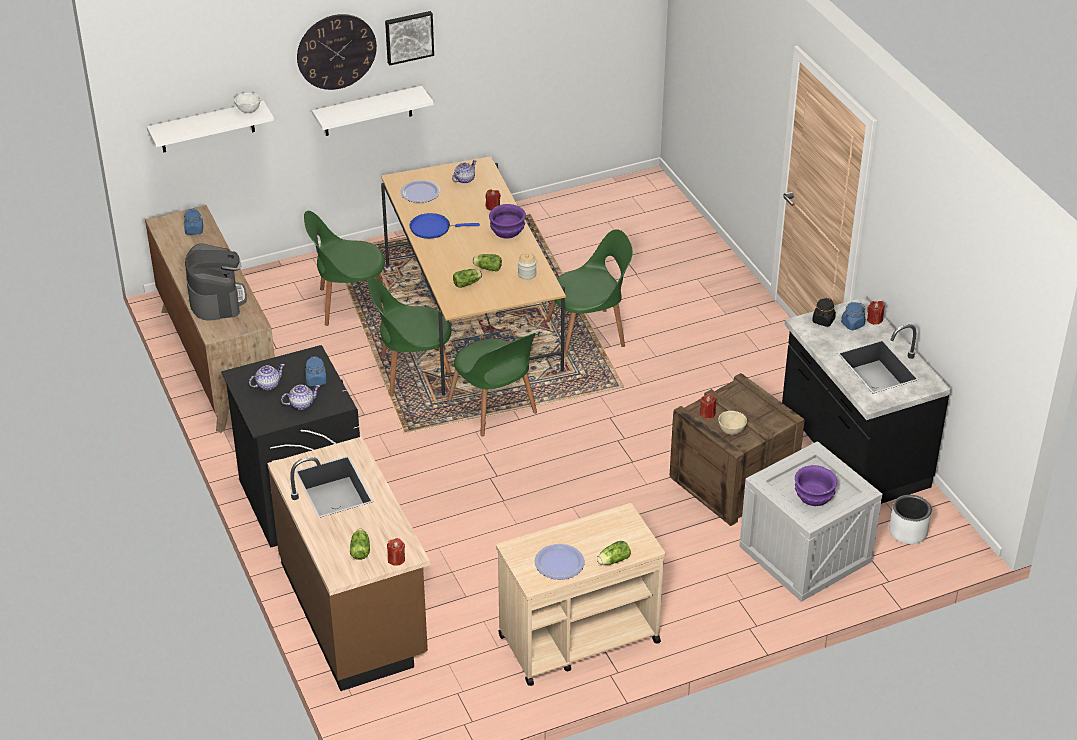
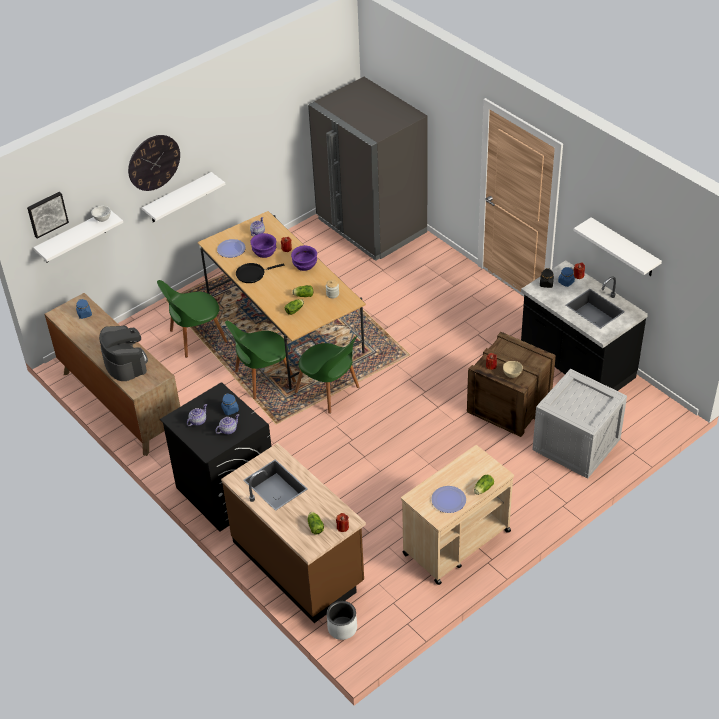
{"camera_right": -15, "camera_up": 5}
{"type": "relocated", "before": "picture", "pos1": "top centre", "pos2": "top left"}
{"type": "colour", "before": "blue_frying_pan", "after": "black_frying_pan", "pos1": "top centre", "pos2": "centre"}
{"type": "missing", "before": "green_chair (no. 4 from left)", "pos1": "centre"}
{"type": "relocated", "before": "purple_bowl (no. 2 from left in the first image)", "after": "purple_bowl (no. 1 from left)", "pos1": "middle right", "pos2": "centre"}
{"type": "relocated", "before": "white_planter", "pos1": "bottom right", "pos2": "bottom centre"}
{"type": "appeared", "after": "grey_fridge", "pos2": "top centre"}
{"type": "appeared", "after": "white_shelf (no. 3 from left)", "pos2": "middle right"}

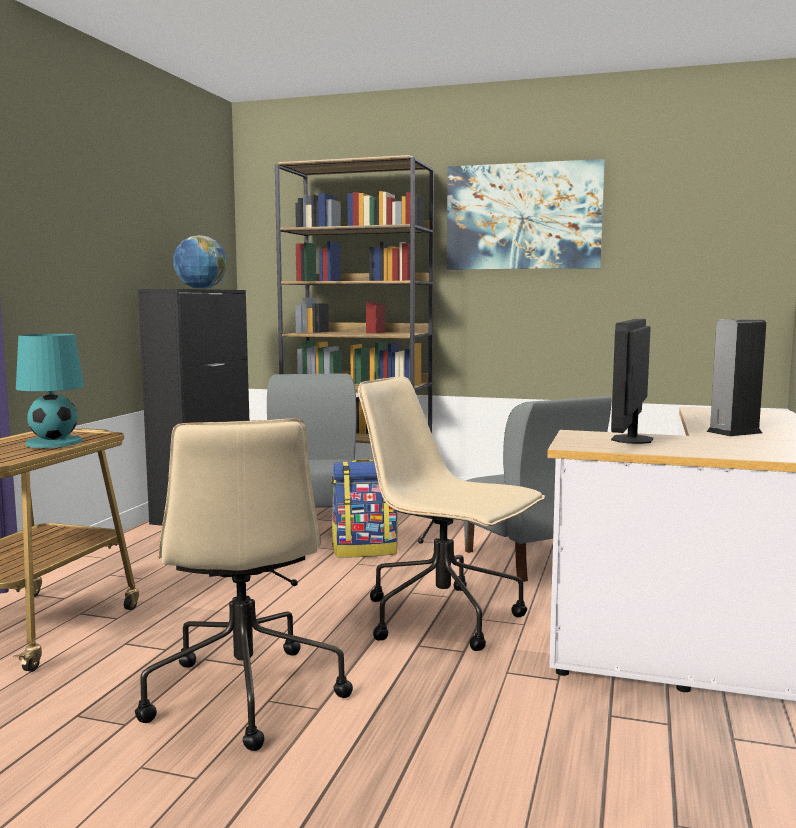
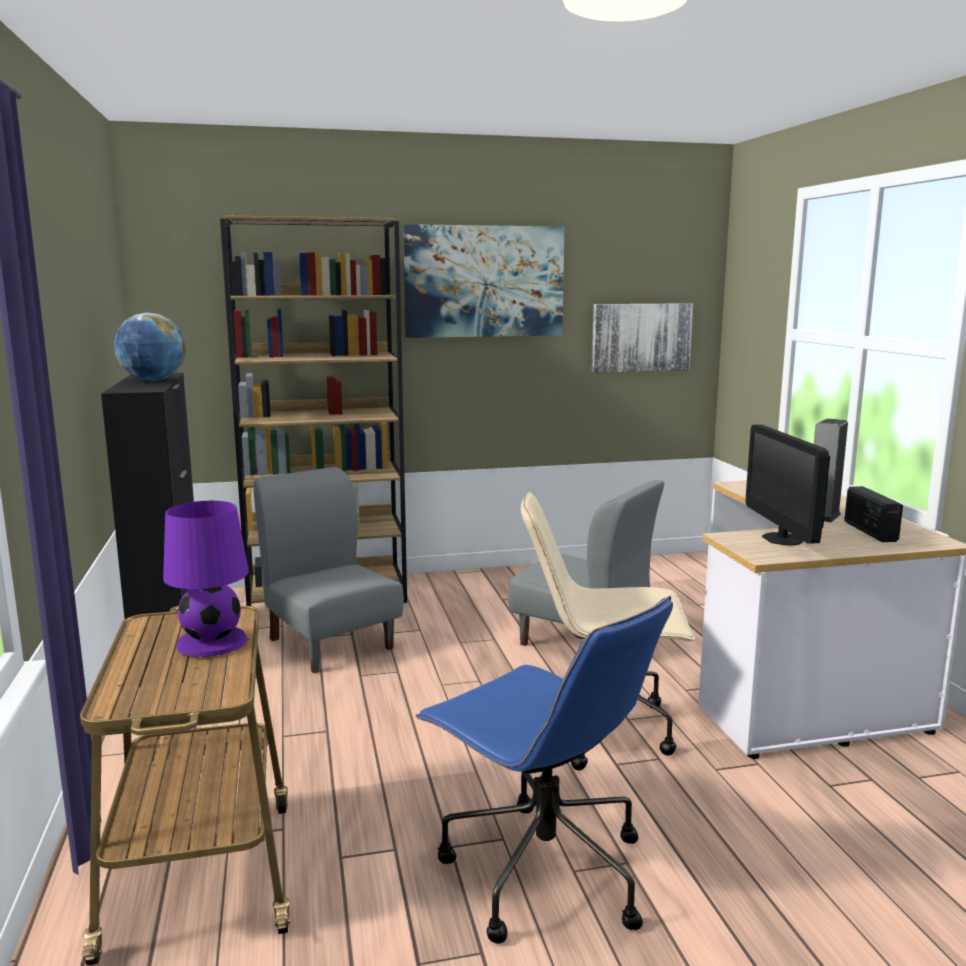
{"camera_right": -30, "camera_up": 5}
{"type": "colour", "before": "turquoise_table_lamp", "after": "purple_table_lamp", "pos1": "middle left", "pos2": "middle left"}
{"type": "colour", "before": "beige_office_chair (no. 1 from left)", "after": "blue_office_chair", "pos1": "bottom left", "pos2": "bottom centre"}
{"type": "missing", "before": "backpack", "pos1": "centre"}
{"type": "appeared", "after": "picture (no. 2 from left)", "pos2": "centre"}
{"type": "appeared", "after": "radio", "pos2": "middle right"}

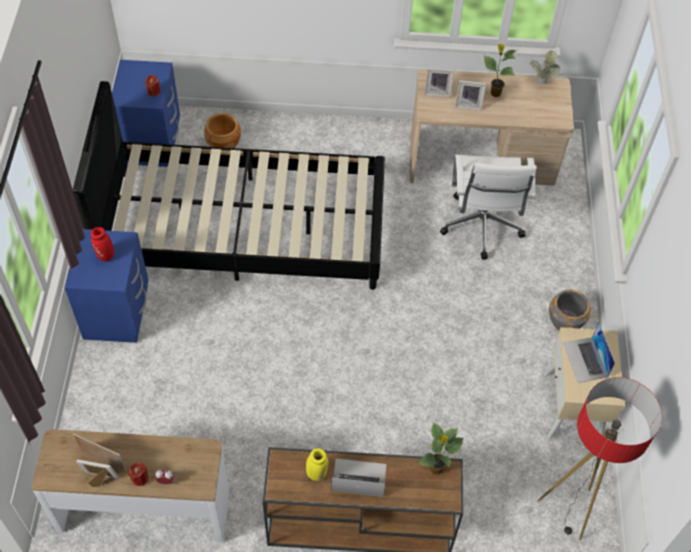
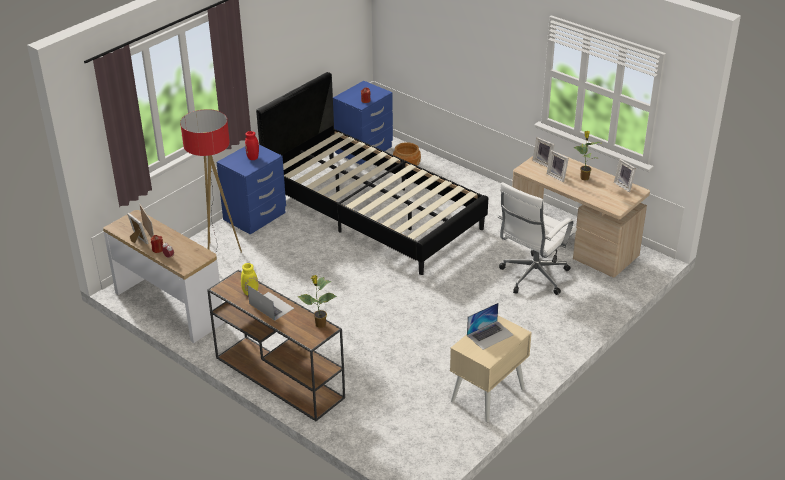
{"camera_right": 40, "camera_up": -20}
{"type": "exchanged", "before": "potted_plant (no. 3 from left)", "after": "picture_frame (no. 5 from left)", "pos1": "top right", "pos2": "middle right"}
{"type": "relocated", "before": "floor_lamp", "pos1": "bottom right", "pos2": "middle left"}
{"type": "missing", "before": "grey_planter", "pos1": "middle right"}
{"type": "spun", "before": "laptop (no. 2 from left)", "pos1": "middle right", "pos2": "bottom centre", "turn": -150}

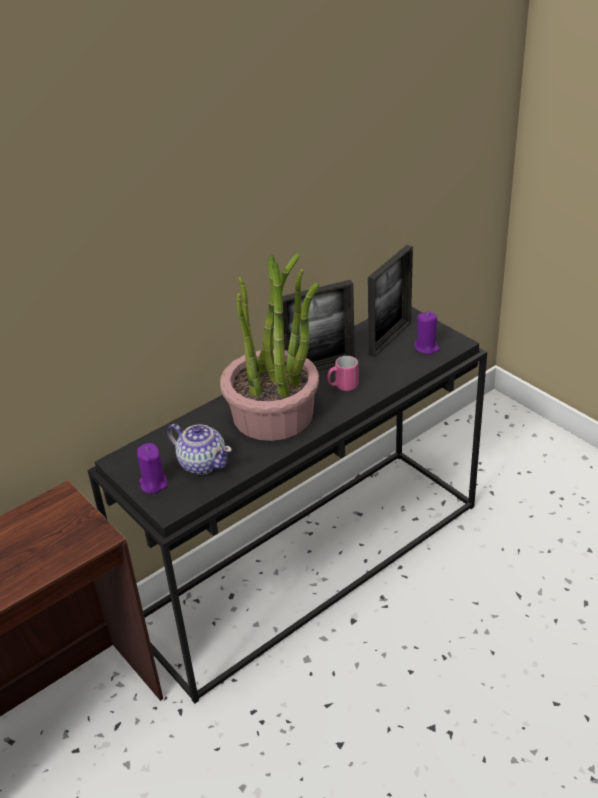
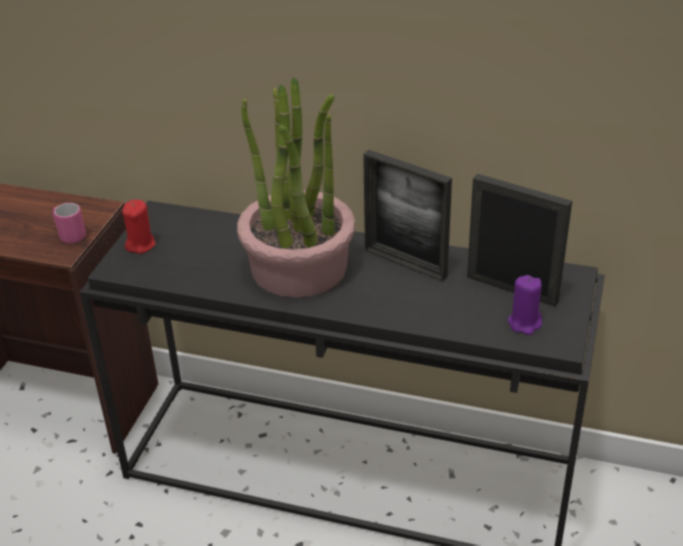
{"camera_right": 55, "camera_up": 0}
{"type": "colour", "before": "purple_candle (no. 1 from left)", "after": "red_candle", "pos1": "middle left", "pos2": "middle left"}
{"type": "missing", "before": "teapot", "pos1": "middle left"}
{"type": "relocated", "before": "pink_mug", "pos1": "centre", "pos2": "middle left"}
{"type": "spun", "before": "picture_frame (no. 2 from left)", "pos1": "centre", "pos2": "middle right", "turn": -150}

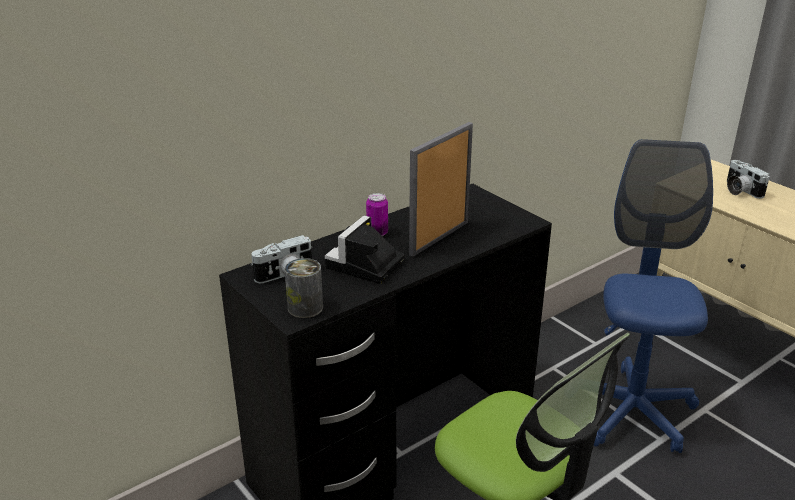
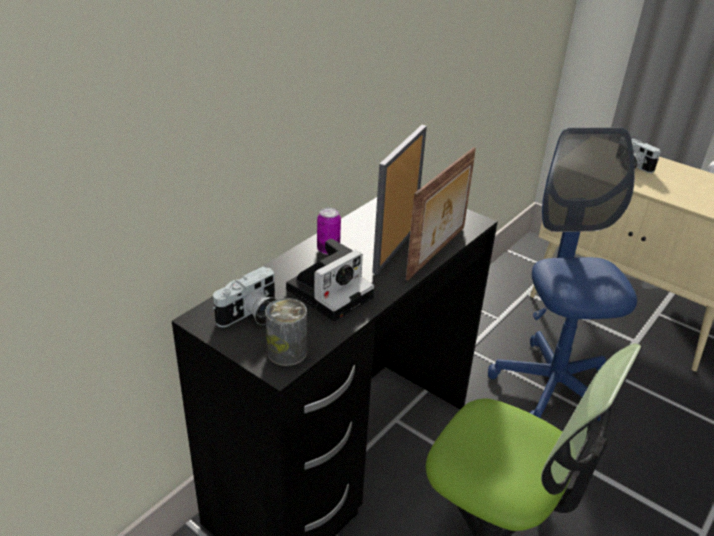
{"camera_right": -15, "camera_up": 5}
{"type": "spun", "before": "photo_camera (no. 2 from left)", "pos1": "centre", "pos2": "centre", "turn": -150}
{"type": "appeared", "after": "picture_frame (no. 2 from left)", "pos2": "centre"}

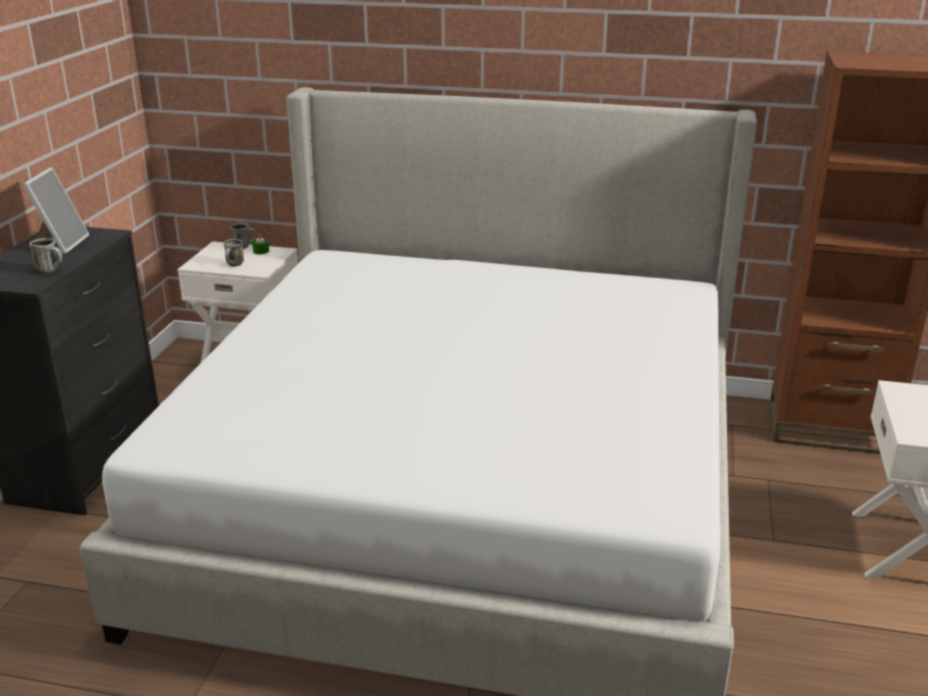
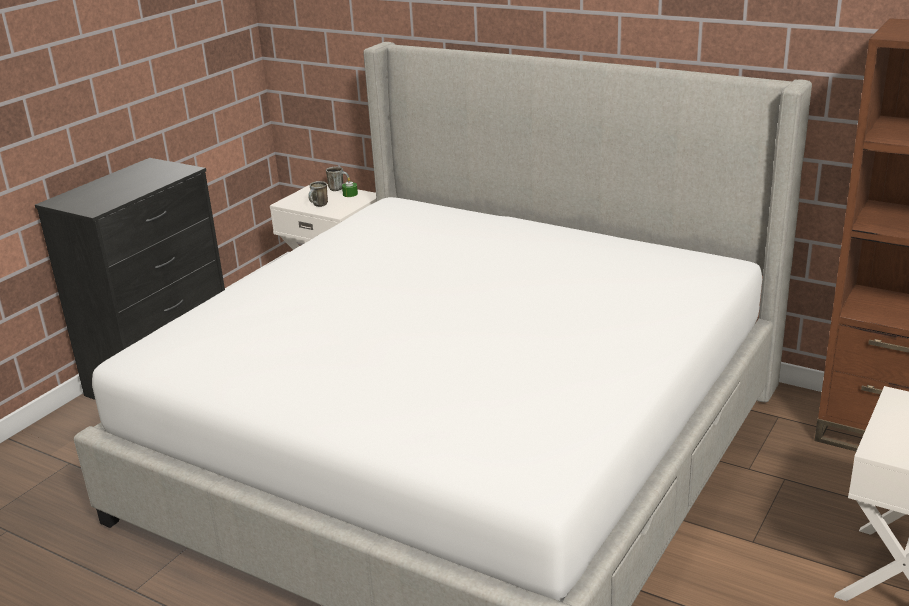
{"camera_right": 20, "camera_up": 0}
{"type": "missing", "before": "picture_frame", "pos1": "top left"}
{"type": "missing", "before": "mug (no. 1 from left)", "pos1": "middle left"}

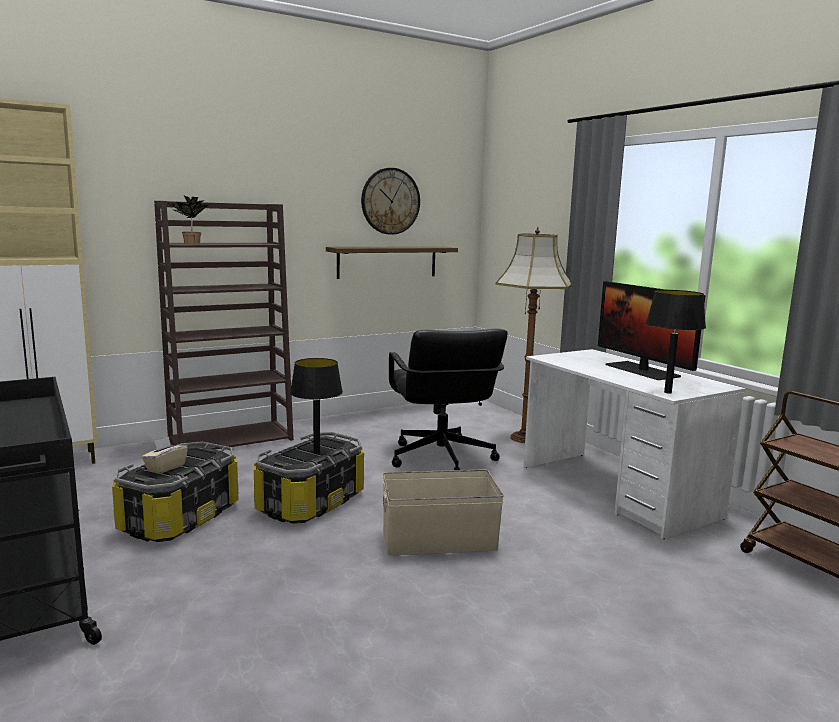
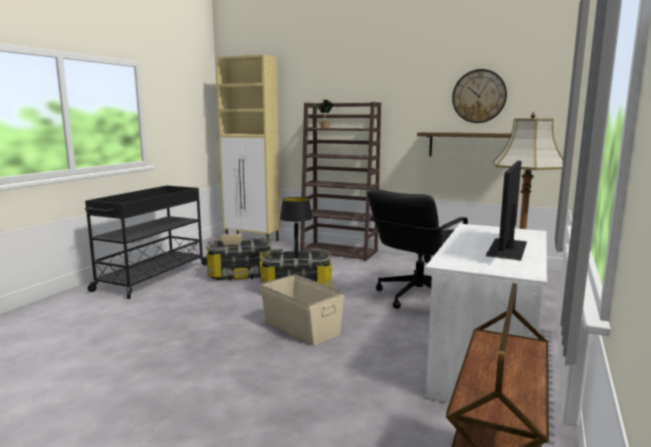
{"camera_right": 55, "camera_up": 0}
{"type": "missing", "before": "black_table_lamp (no. 2 from left)", "pos1": "middle right"}

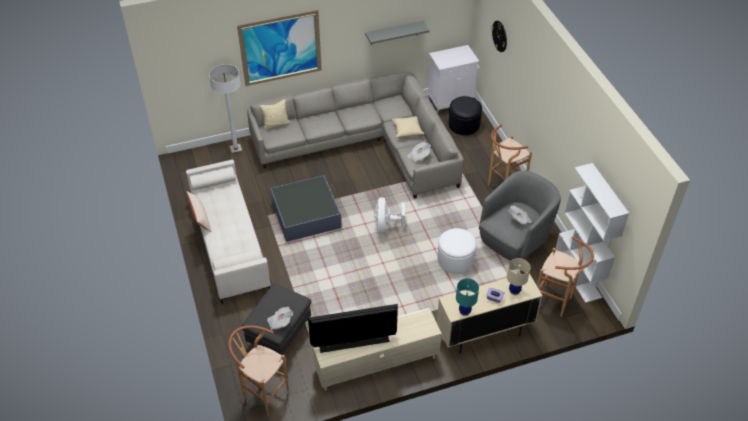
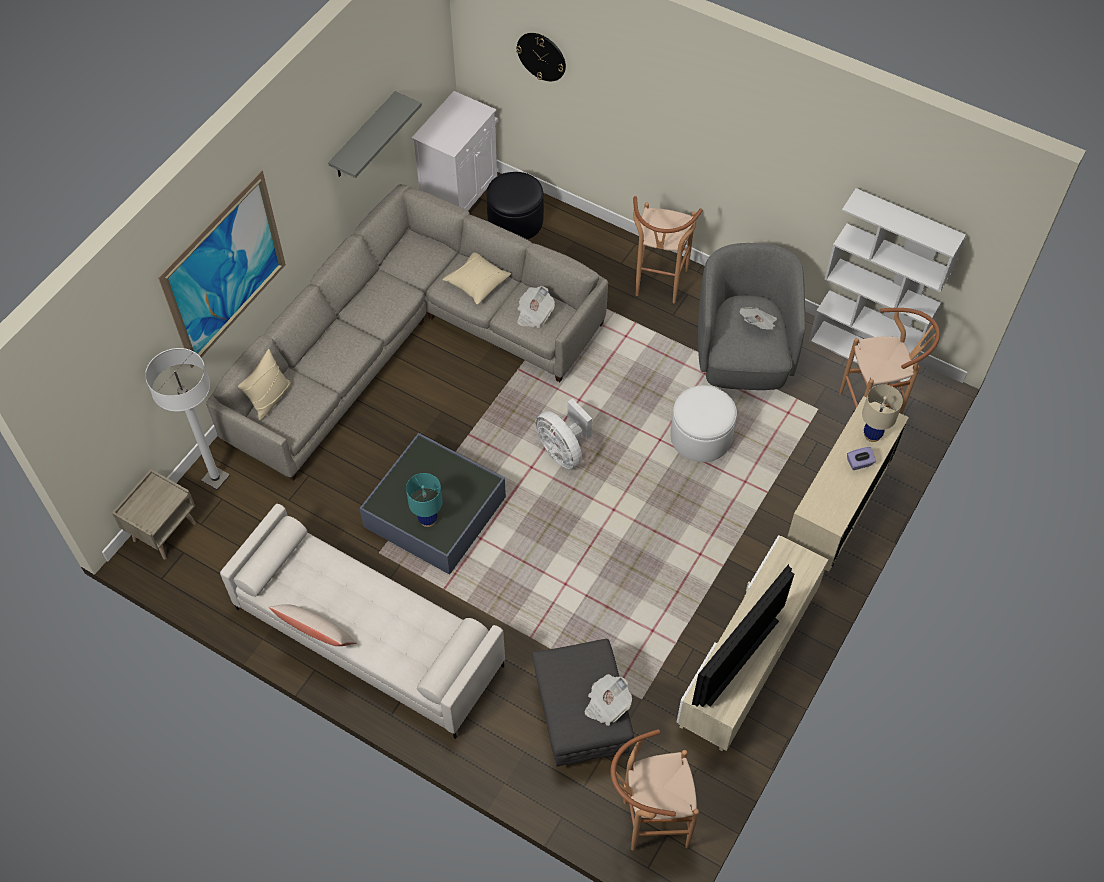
{"camera_right": -40, "camera_up": 10}
{"type": "relocated", "before": "turquoise_table_lamp", "pos1": "bottom centre", "pos2": "centre"}
{"type": "appeared", "after": "beige_nightstand", "pos2": "middle left"}

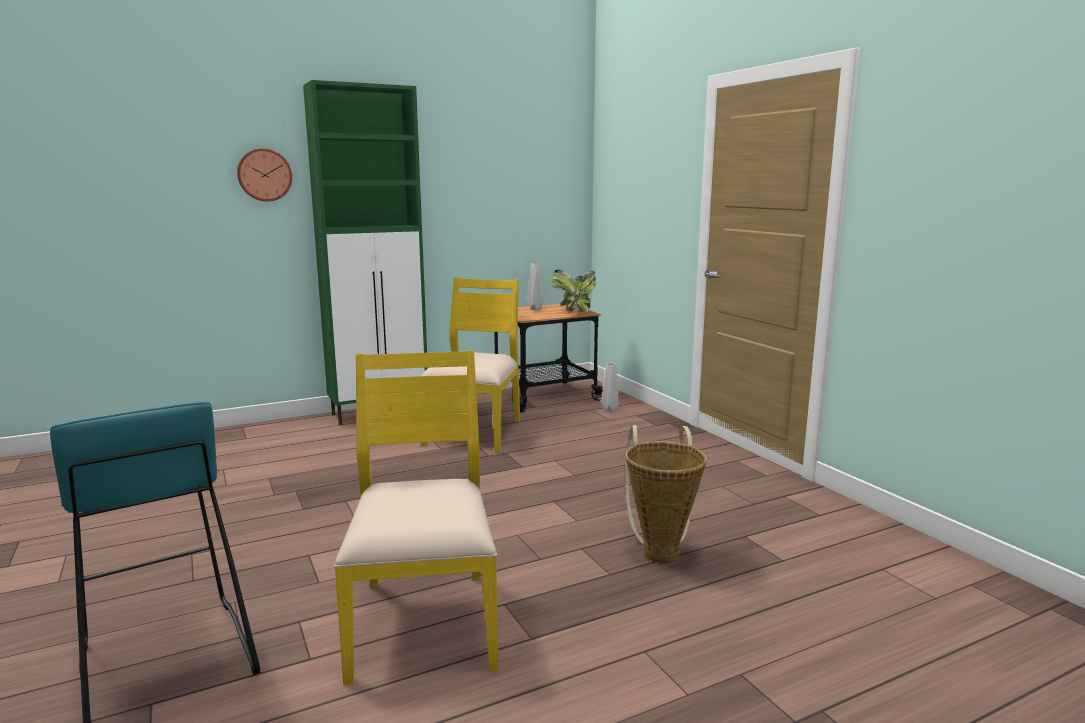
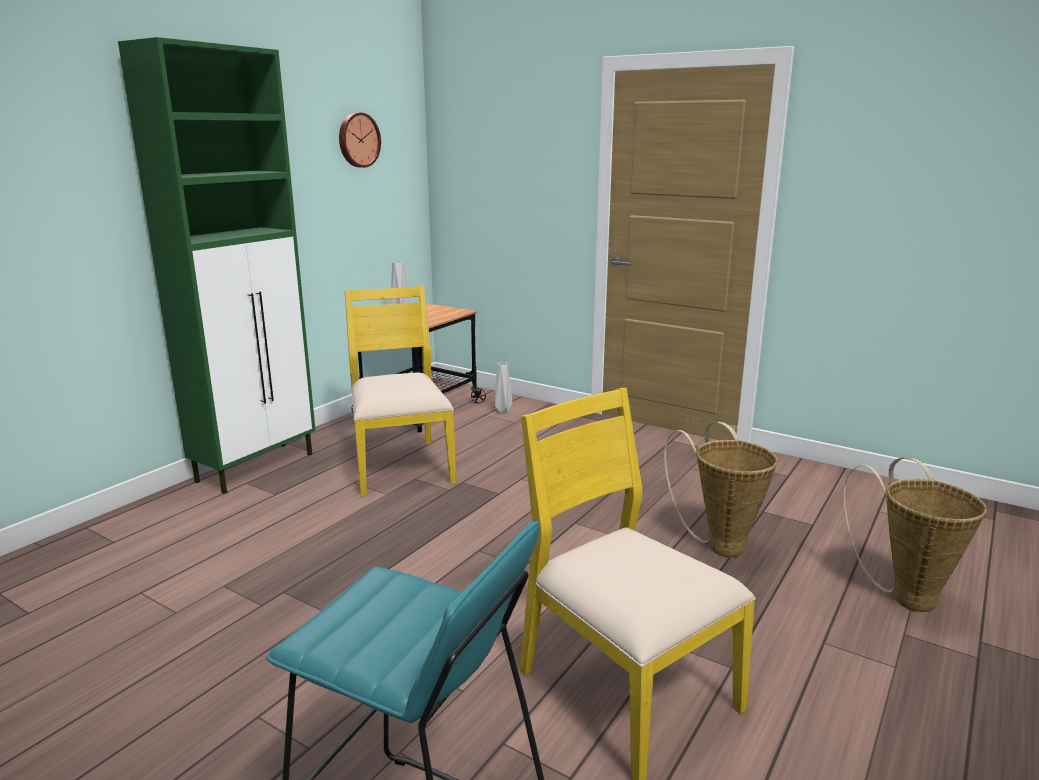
{"camera_right": -30, "camera_up": 5}
{"type": "relocated", "before": "wall_clock", "pos1": "top left", "pos2": "top centre"}
{"type": "missing", "before": "potted_plant", "pos1": "centre"}
{"type": "appeared", "after": "basket (no. 2 from left)", "pos2": "bottom right"}

